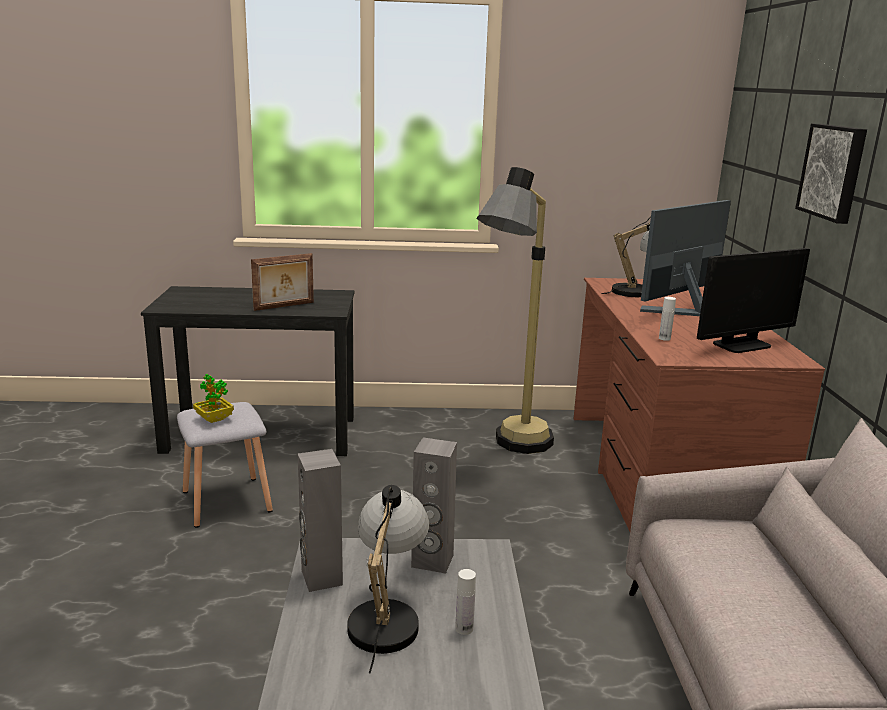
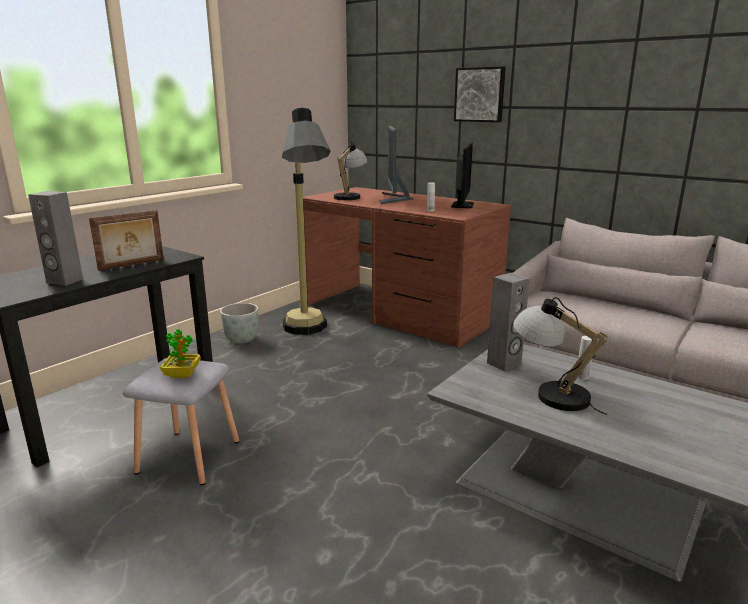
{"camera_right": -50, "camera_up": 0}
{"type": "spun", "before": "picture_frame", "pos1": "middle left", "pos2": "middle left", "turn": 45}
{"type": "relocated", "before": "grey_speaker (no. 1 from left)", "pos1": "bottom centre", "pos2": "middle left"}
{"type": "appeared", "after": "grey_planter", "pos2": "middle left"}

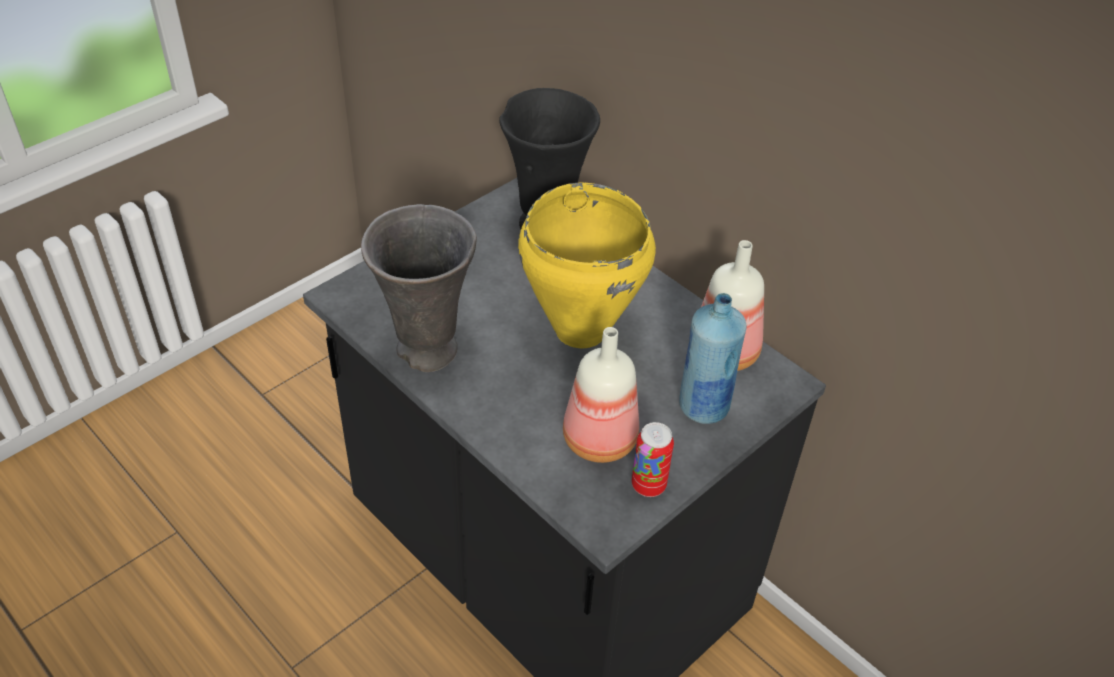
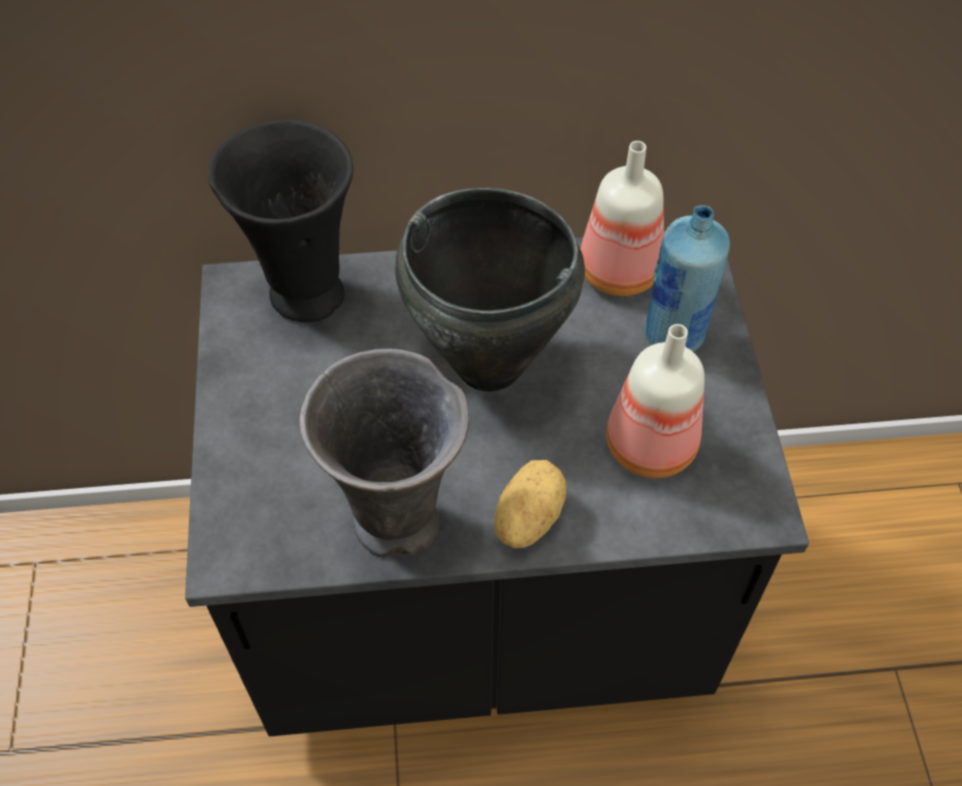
{"camera_right": -50, "camera_up": 10}
{"type": "colour", "before": "yellow_cooking_pot", "after": "black_cooking_pot", "pos1": "centre", "pos2": "centre"}
{"type": "missing", "before": "can", "pos1": "bottom centre"}
{"type": "appeared", "after": "potato", "pos2": "centre"}

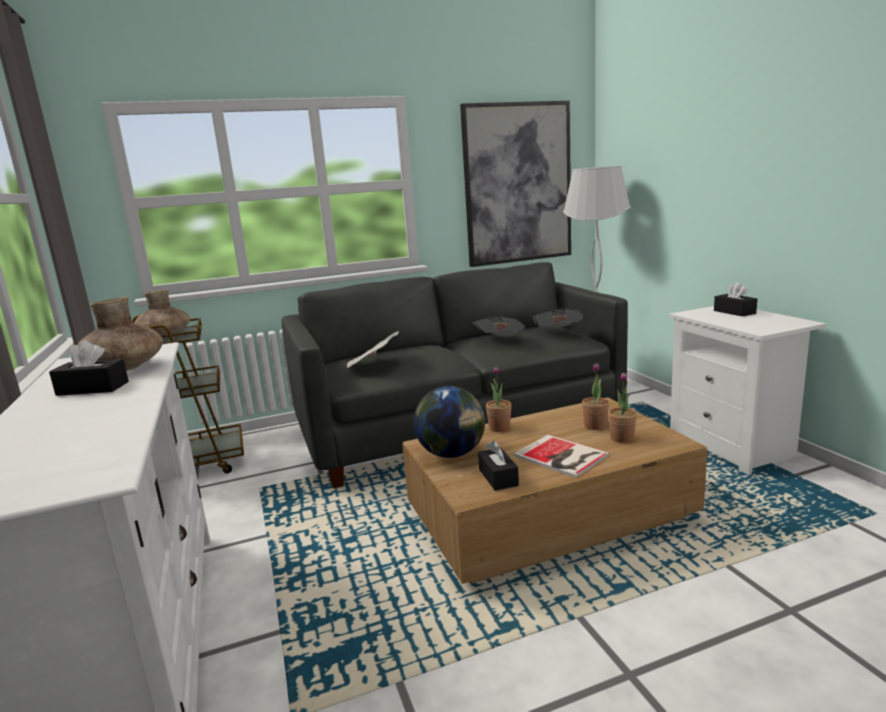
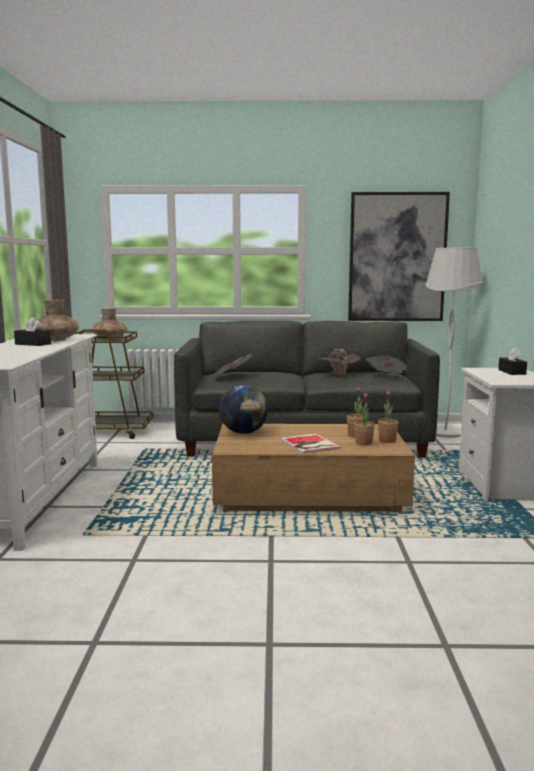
{"camera_right": 20, "camera_up": -5}
{"type": "exchanged", "before": "newspaper (no. 2 from left)", "after": "brown_hat", "pos1": "centre", "pos2": "centre"}
{"type": "missing", "before": "black_tissue_box (no. 2 from left)", "pos1": "centre"}
{"type": "relocated", "before": "potted_plant (no. 1 from left in the first image)", "after": "potted_plant (no. 3 from left)", "pos1": "centre", "pos2": "middle right"}

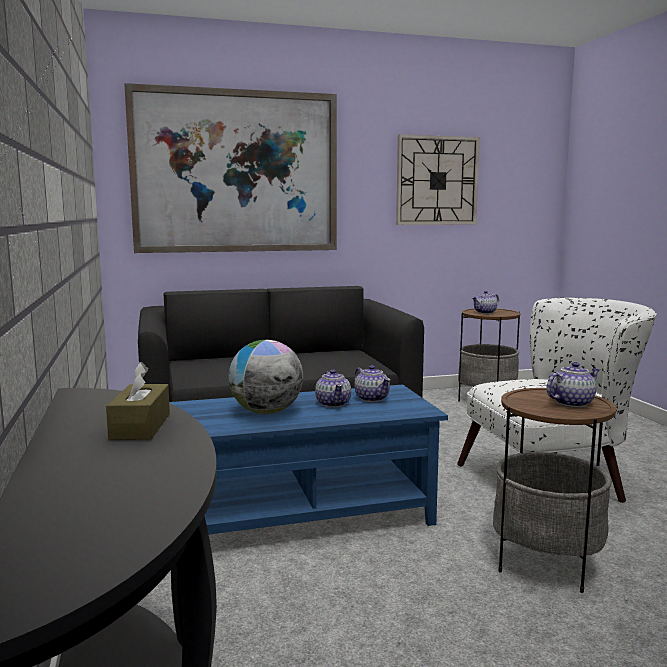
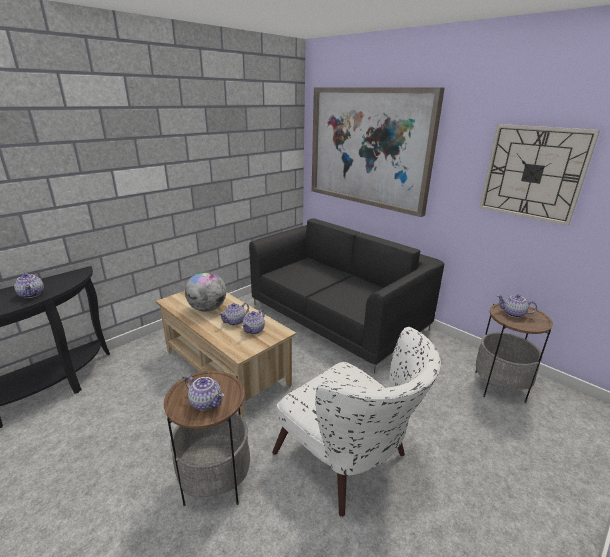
{"camera_right": 60, "camera_up": 15}
{"type": "exchanged", "before": "brown_tissue_box", "after": "teapot (no. 1 from left)", "pos1": "middle left", "pos2": "middle left"}
{"type": "colour", "before": "blue_coffee_table", "after": "beige_coffee_table", "pos1": "bottom centre", "pos2": "centre"}

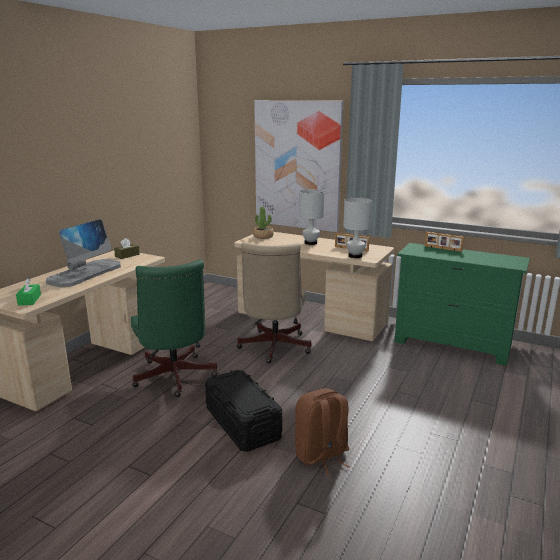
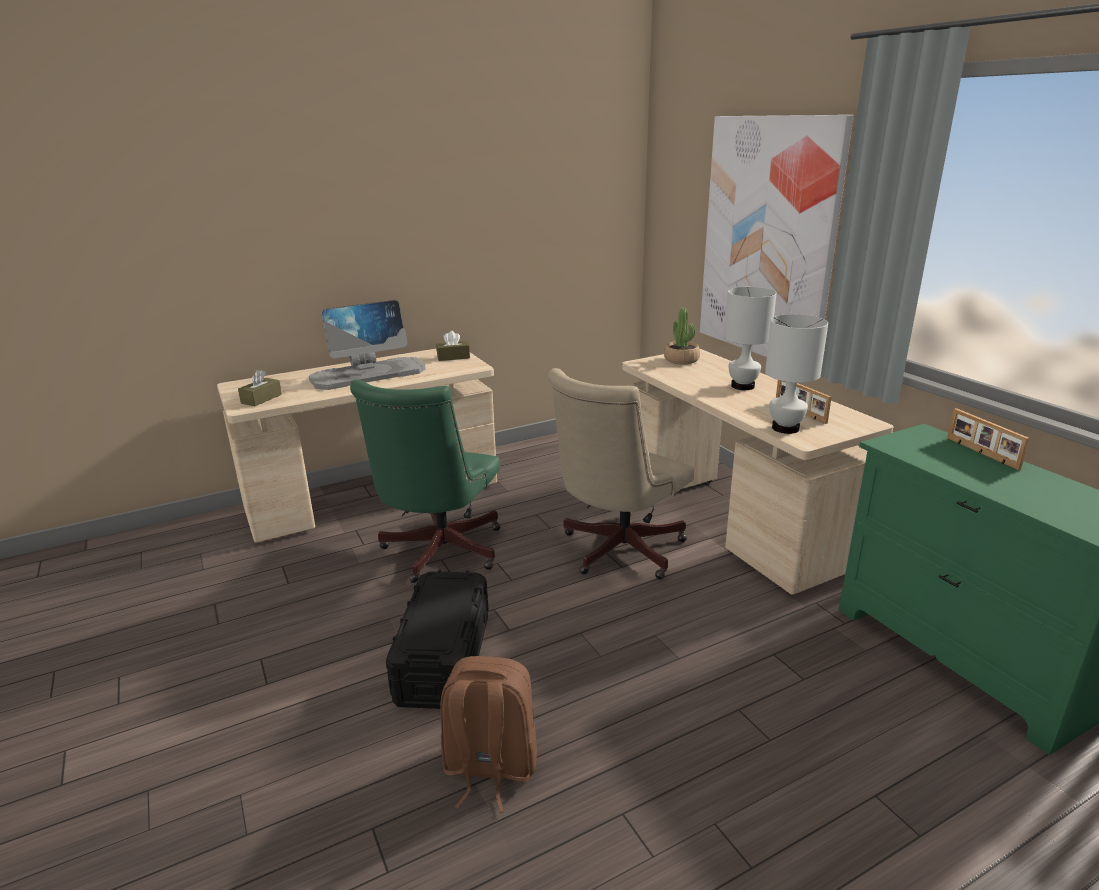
{"camera_right": 35, "camera_up": 5}
{"type": "colour", "before": "green_tissue_box", "after": "brown_tissue_box (no. 1 from left)", "pos1": "middle left", "pos2": "middle left"}

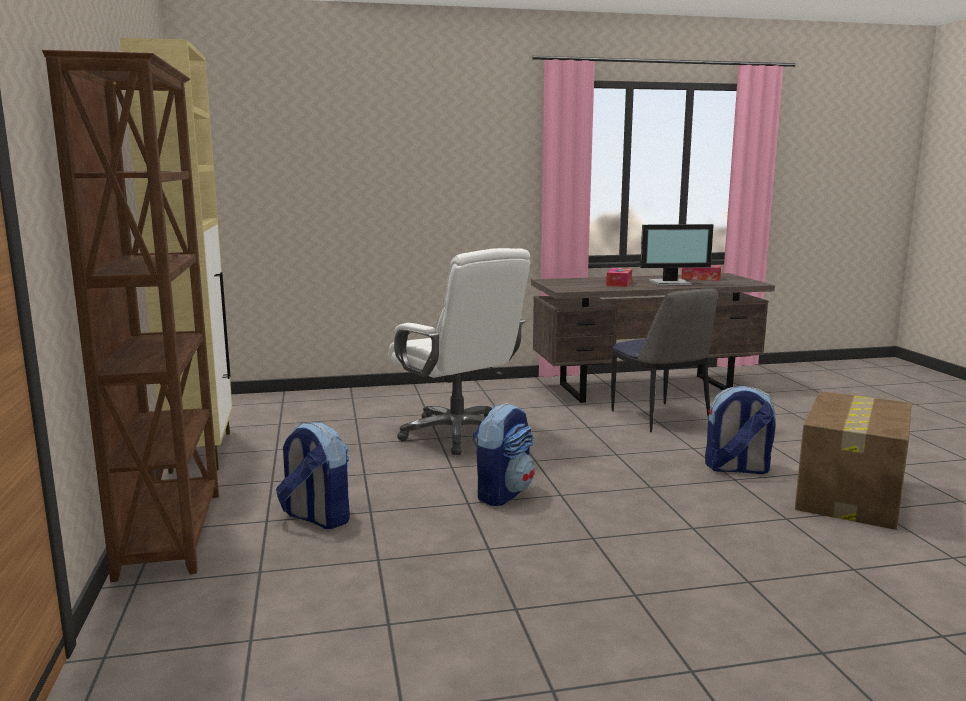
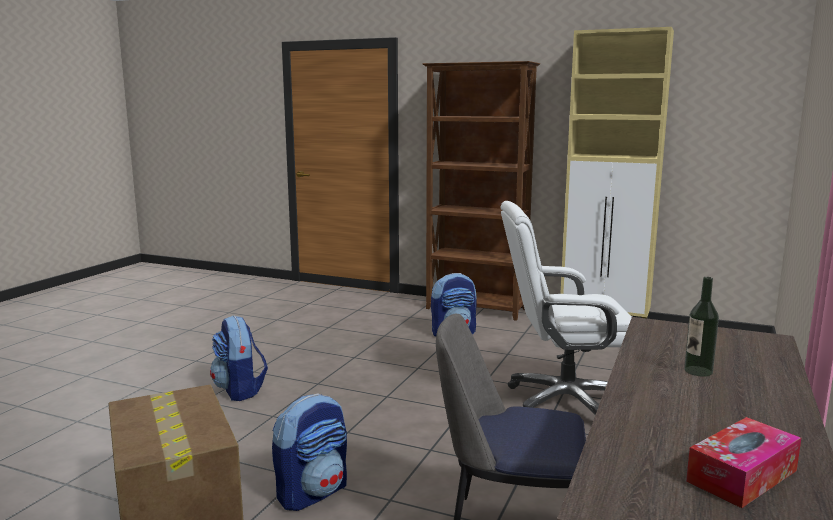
{"camera_right": 125, "camera_up": 0}
{"type": "relocated", "before": "backpack (no. 2 from left in the first image)", "after": "backpack (no. 1 from left)", "pos1": "centre", "pos2": "bottom left"}
{"type": "exchanged", "before": "tissue_box (no. 1 from left)", "after": "bottle", "pos1": "centre", "pos2": "middle right"}
{"type": "missing", "before": "monitor", "pos1": "middle right"}

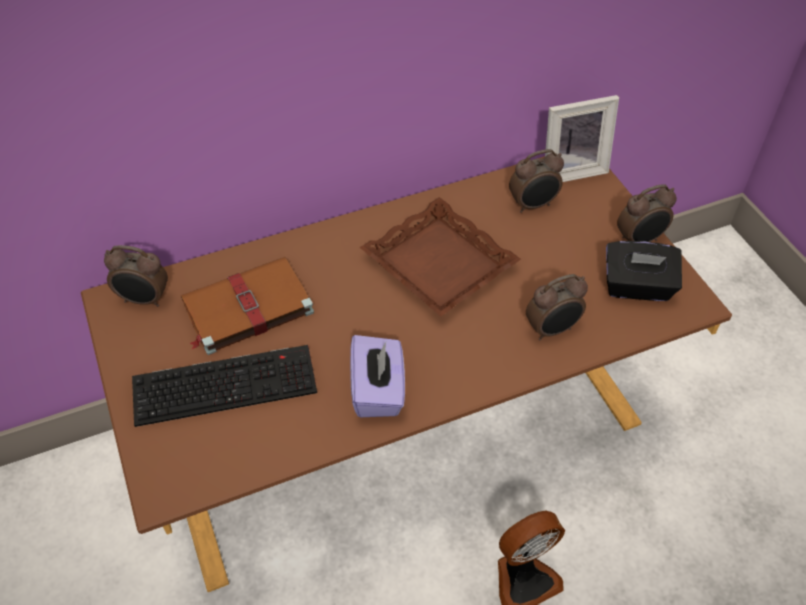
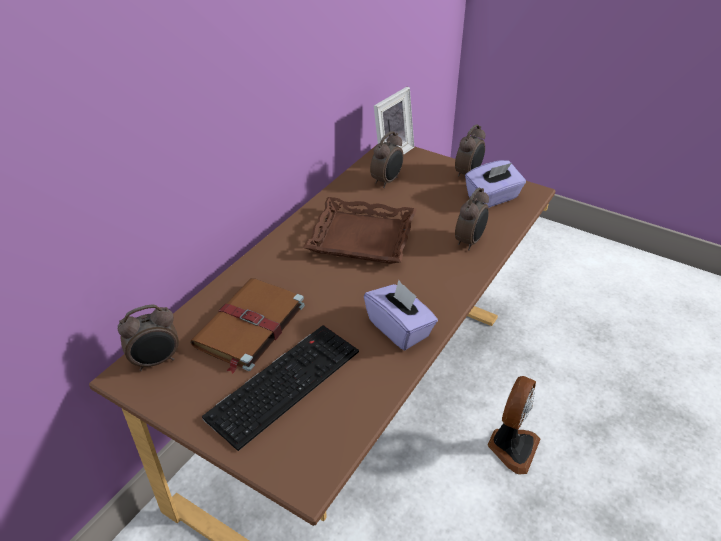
{"camera_right": -35, "camera_up": -10}
{"type": "colour", "before": "black_tissue_box", "after": "purple_tissue_box (no. 2 from left)", "pos1": "middle right", "pos2": "middle right"}

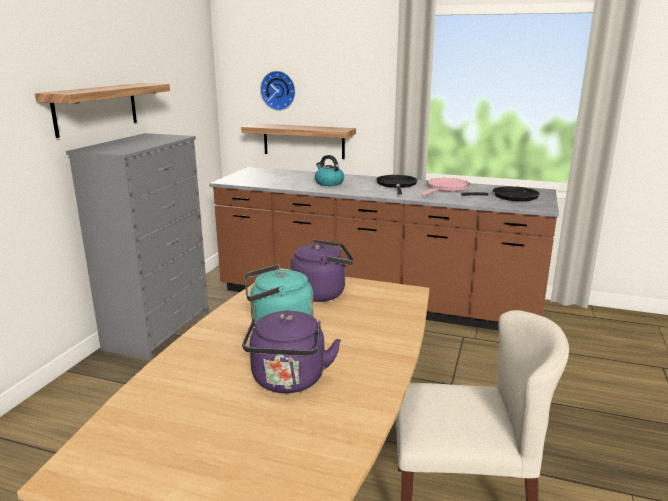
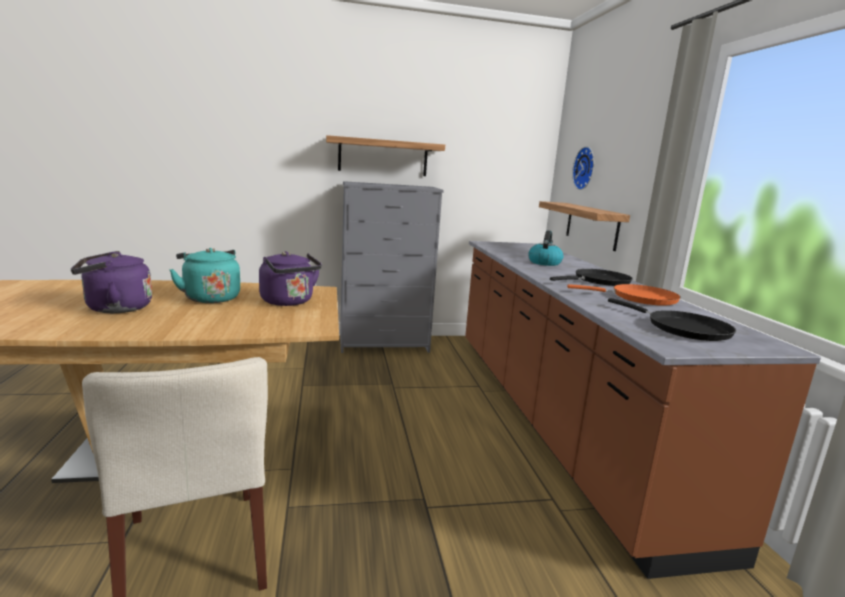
{"camera_right": 60, "camera_up": -5}
{"type": "colour", "before": "pink_frying_pan", "after": "orange_frying_pan", "pos1": "centre", "pos2": "middle right"}

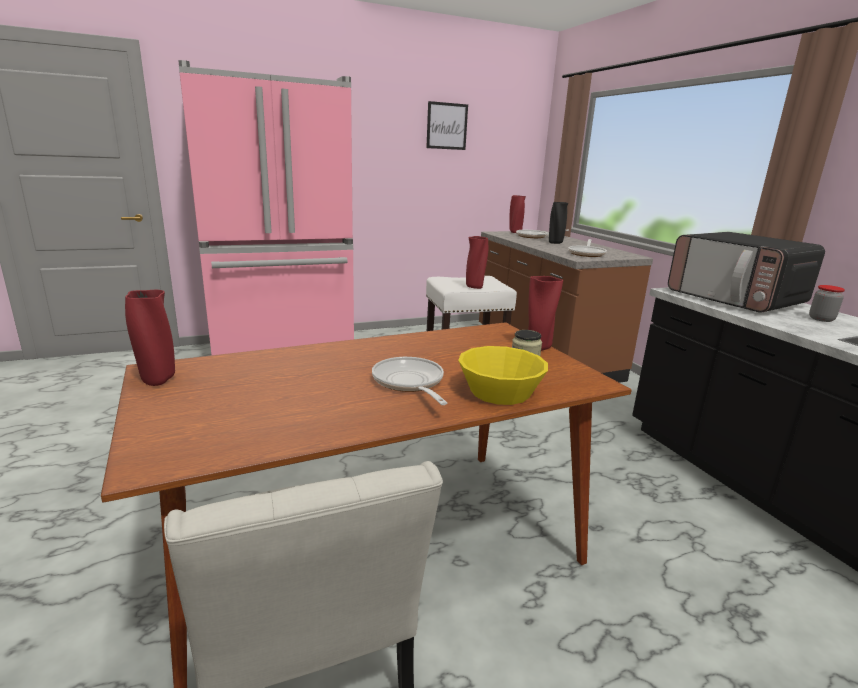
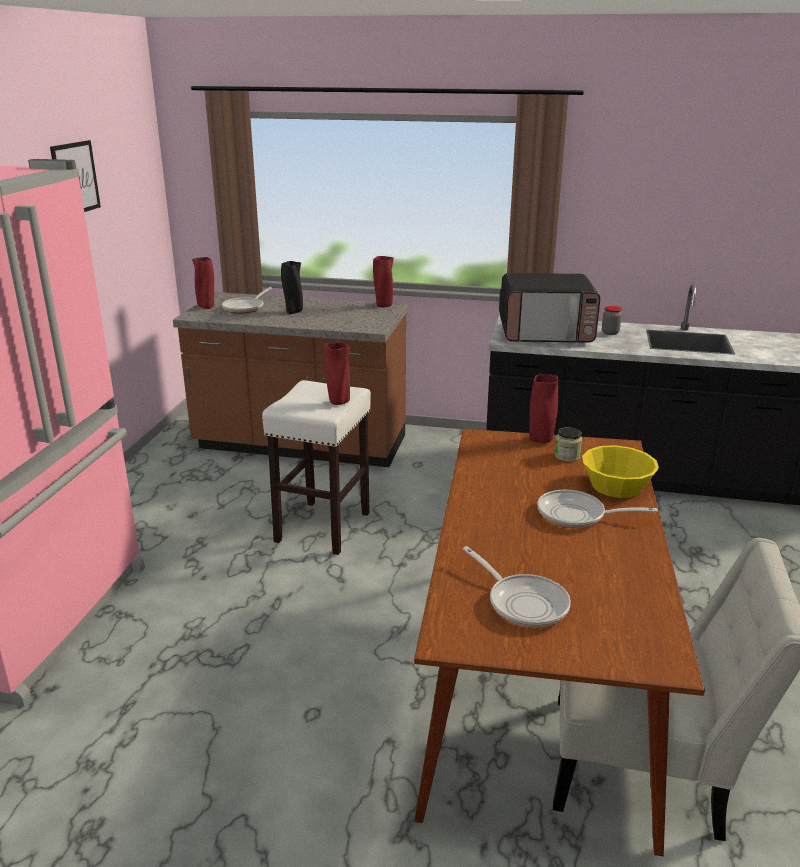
{"camera_right": -55, "camera_up": 5}
{"type": "relocated", "before": "red_vase (no. 1 from left in the first image)", "after": "red_vase (no. 3 from left)", "pos1": "middle left", "pos2": "top centre"}
{"type": "relocated", "before": "frying_pan (no. 3 from left in the first image)", "after": "frying_pan (no. 2 from left)", "pos1": "middle right", "pos2": "bottom centre"}

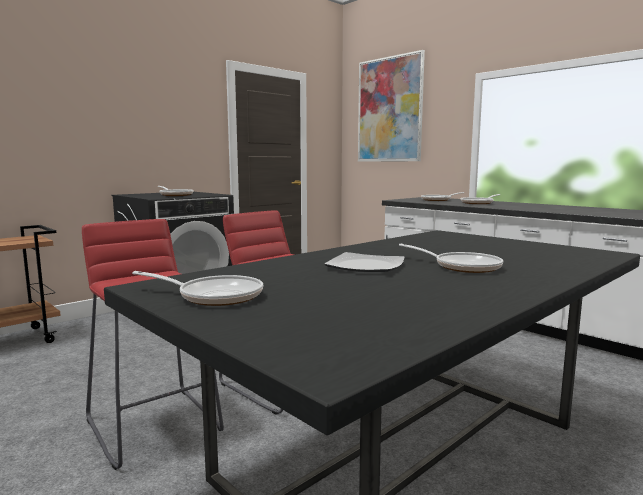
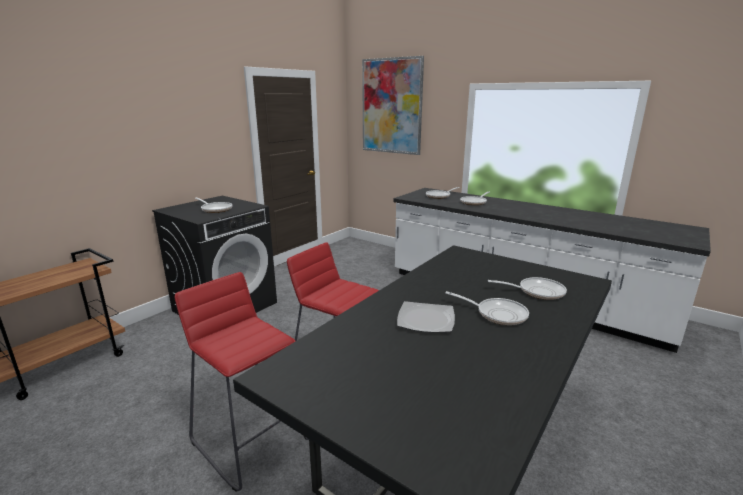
{"camera_right": -10, "camera_up": 10}
{"type": "relocated", "before": "frying_pan (no. 2 from left in the first image)", "after": "frying_pan (no. 5 from left)", "pos1": "middle left", "pos2": "middle right"}

